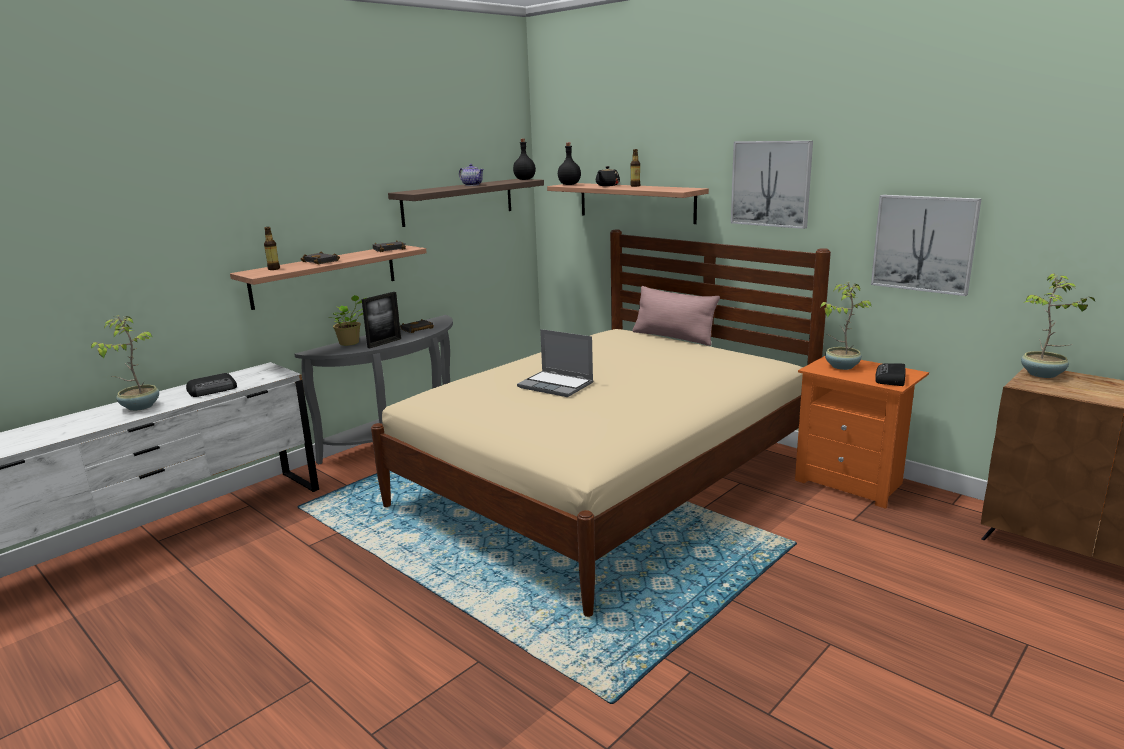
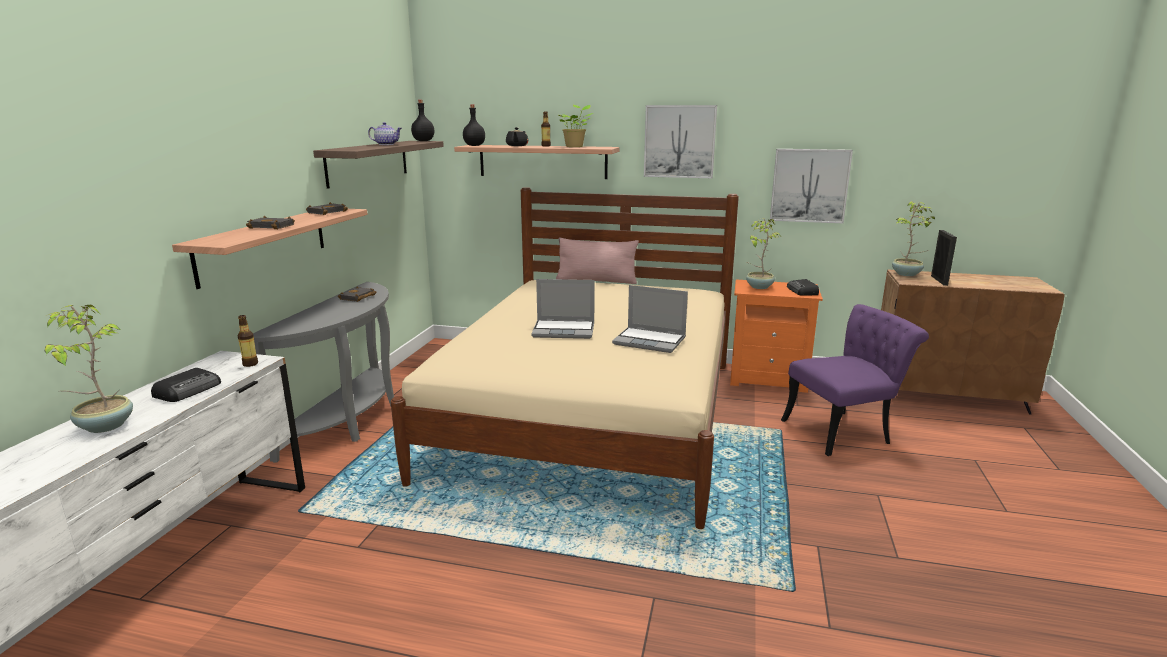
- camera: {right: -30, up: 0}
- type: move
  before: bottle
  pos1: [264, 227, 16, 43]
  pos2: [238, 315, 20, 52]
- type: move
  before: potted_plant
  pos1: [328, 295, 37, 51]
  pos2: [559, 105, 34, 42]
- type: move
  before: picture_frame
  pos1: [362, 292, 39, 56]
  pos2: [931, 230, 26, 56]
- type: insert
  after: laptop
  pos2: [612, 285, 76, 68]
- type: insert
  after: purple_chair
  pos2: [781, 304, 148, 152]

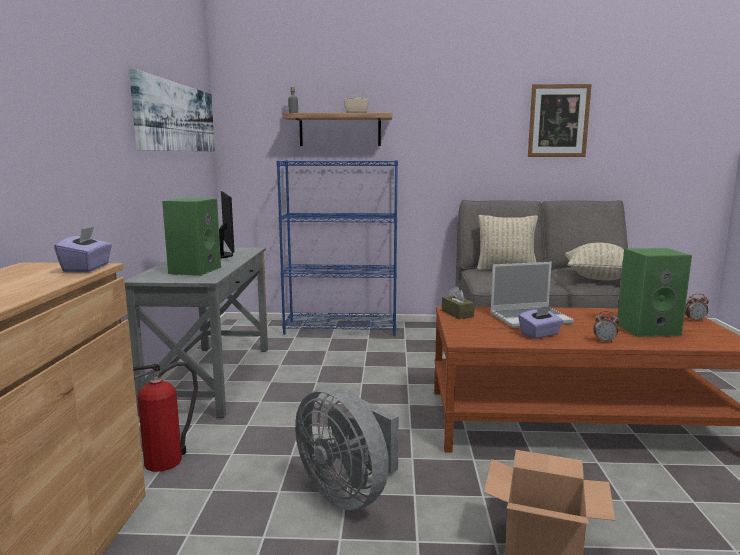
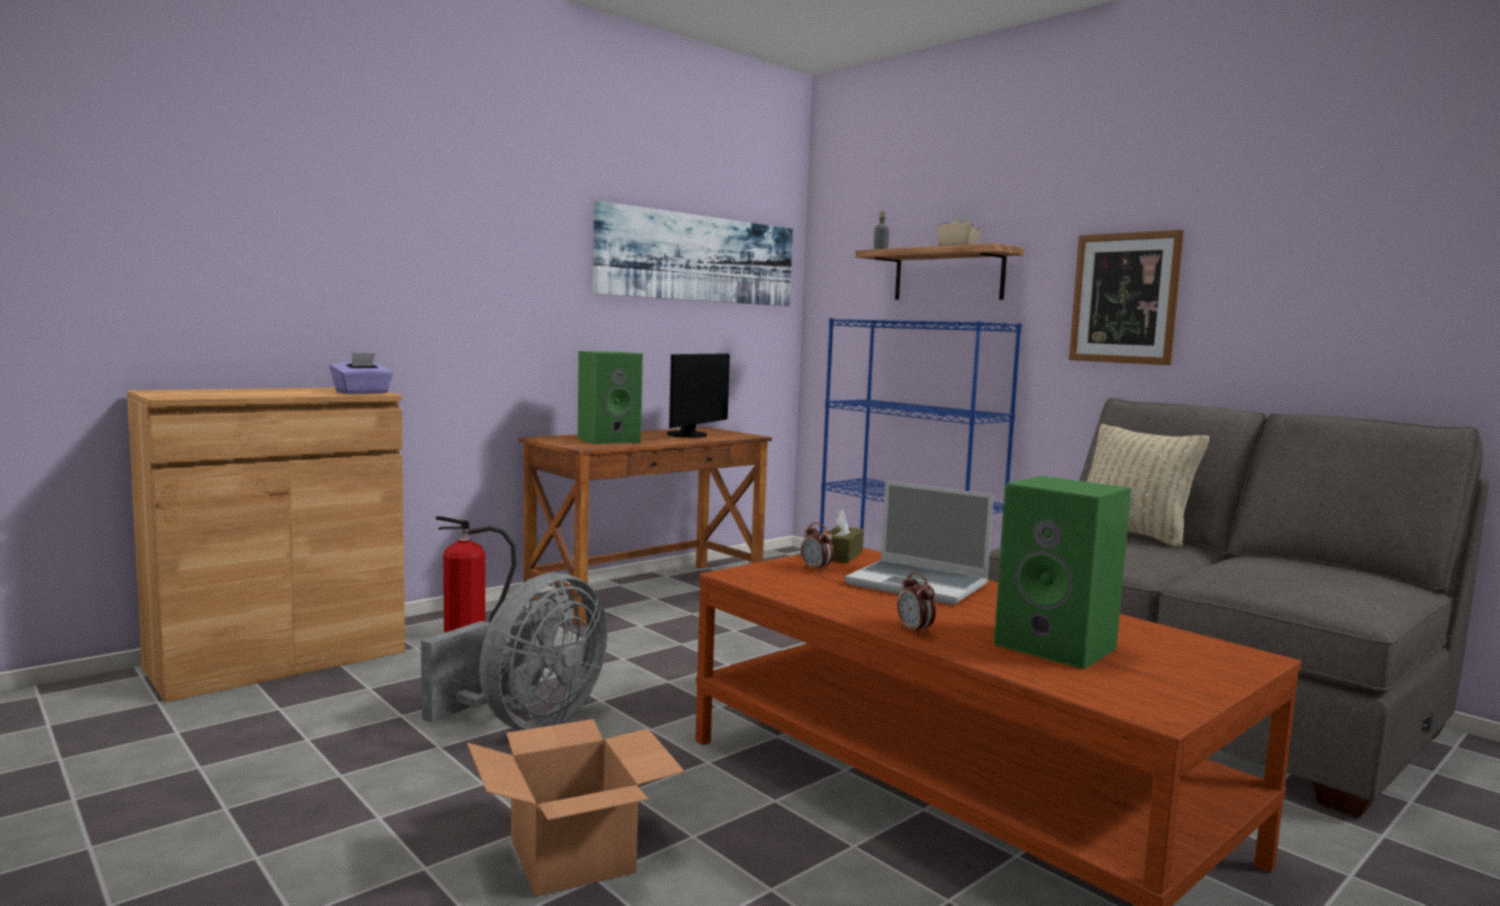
- camera: {right: 45, up: -5}
- type: recolor
  before: grey_desk
  after: brown_desk
  pos1: [124, 247, 144, 171]
  pos2: [519, 427, 253, 198]
- type: rotate
  before: grey_fan
  pos1: [295, 385, 104, 125]
  pos2: [421, 573, 187, 157]
  turn: -150
- type: delete
  before: purple_tissue_box
  pos1: [518, 306, 45, 33]
- type: move
  before: picture
  pos1: [528, 84, 64, 73]
  pos2: [1069, 230, 115, 135]
- type: delete
  before: beige_pillow
  pos1: [565, 243, 59, 37]
- type: move
  before: alarm_clock
  pos1: [685, 294, 24, 28]
  pos2: [801, 522, 33, 50]

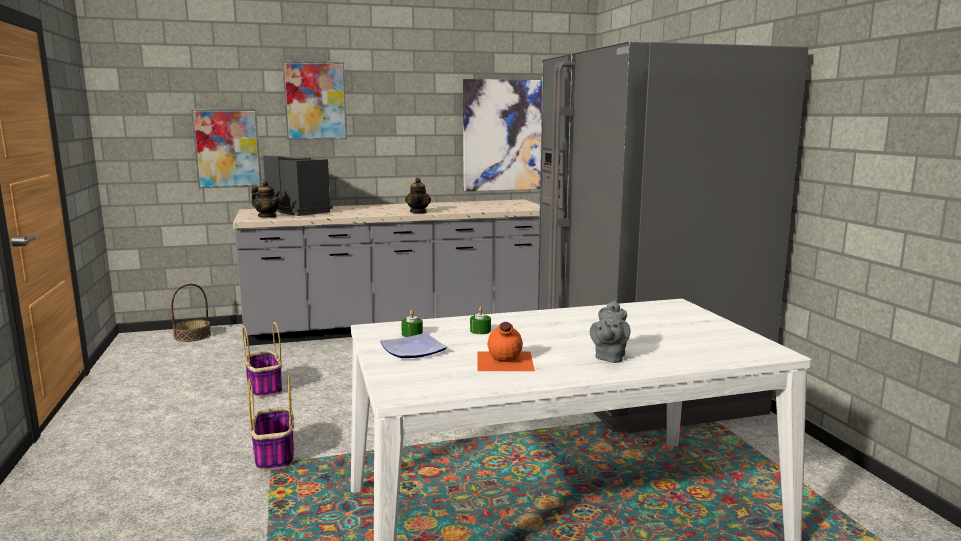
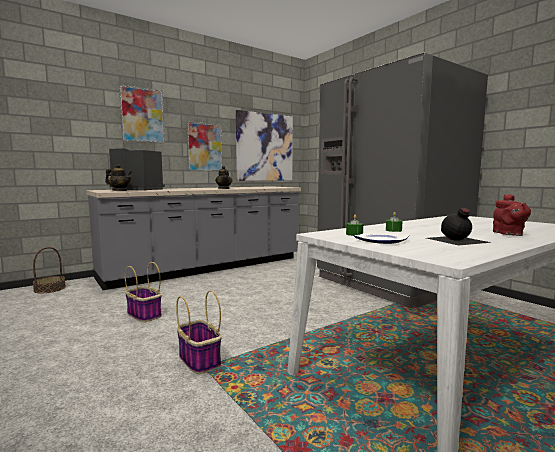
- camera: {right: -20, up: -5}
- type: move
  before: picture
  pos1: [191, 109, 71, 79]
  pos2: [186, 121, 37, 50]
- type: recolor
  before: orange_bottle
  after: black_bottle
  pos1: [477, 322, 58, 49]
  pos2: [427, 208, 65, 38]
- type: recolor
  before: grey_teapot
  after: red_teapot
  pos1: [590, 300, 40, 63]
  pos2: [493, 194, 38, 42]

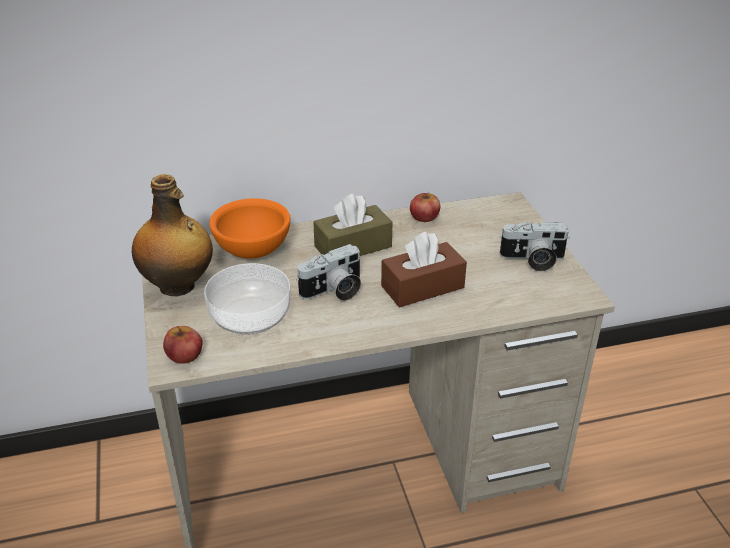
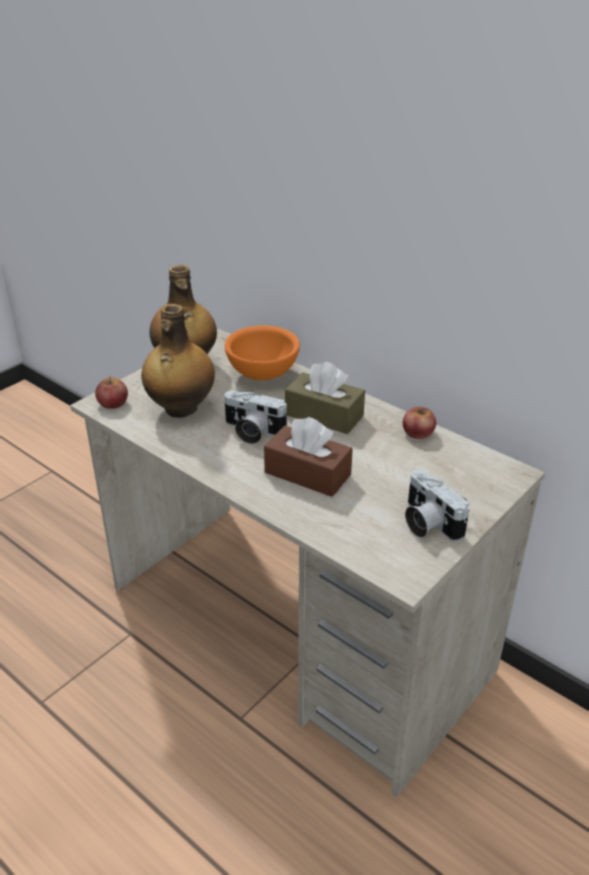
- camera: {right: 55, up: 0}
- type: replace
  before: bowl
  after: bottle
  pos1: [204, 263, 87, 72]
  pos2: [141, 304, 74, 114]

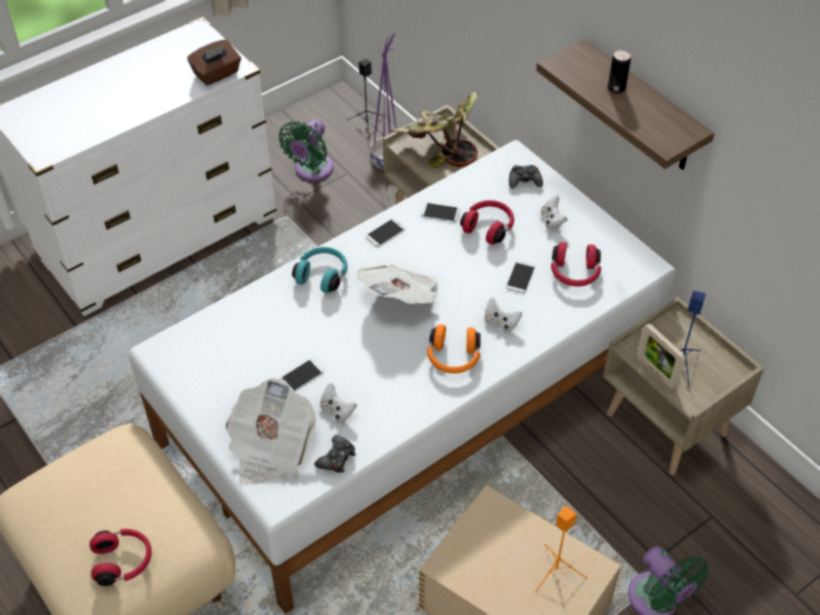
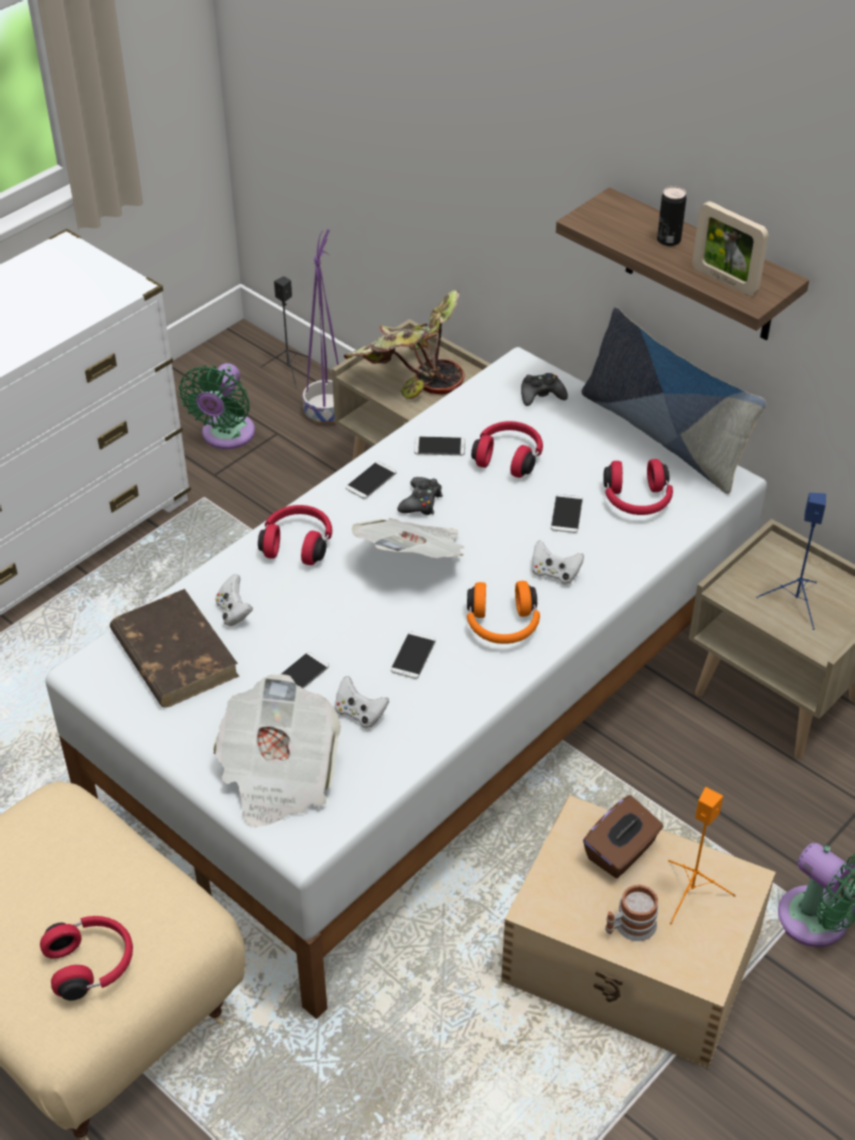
- camera: {right: -10, up: -5}
- type: move
  before: brown_tissue_box
  pos1: [187, 40, 54, 46]
  pos2: [583, 795, 80, 83]
- type: recolor
  before: turquoise_headphones
  after: red_headphones
  pos1: [292, 247, 55, 46]
  pos2: [258, 505, 74, 60]
- type: move
  before: black_game_controller
  pos1: [315, 435, 41, 38]
  pos2: [397, 477, 46, 38]
- type: move
  before: white_game_controller
  pos1: [541, 195, 26, 34]
  pos2: [215, 574, 38, 52]
- type: move
  before: picture_frame
  pos1: [637, 324, 49, 66]
  pos2: [692, 201, 77, 95]
- type: insert
  after: brown_book
  pos2: [110, 589, 129, 119]
- type: insert
  after: phone
  pos2: [391, 632, 45, 47]
- type: insert
  after: pillow
  pos2: [582, 307, 184, 187]
- type: insert
  after: mug
  pos2: [605, 884, 54, 57]

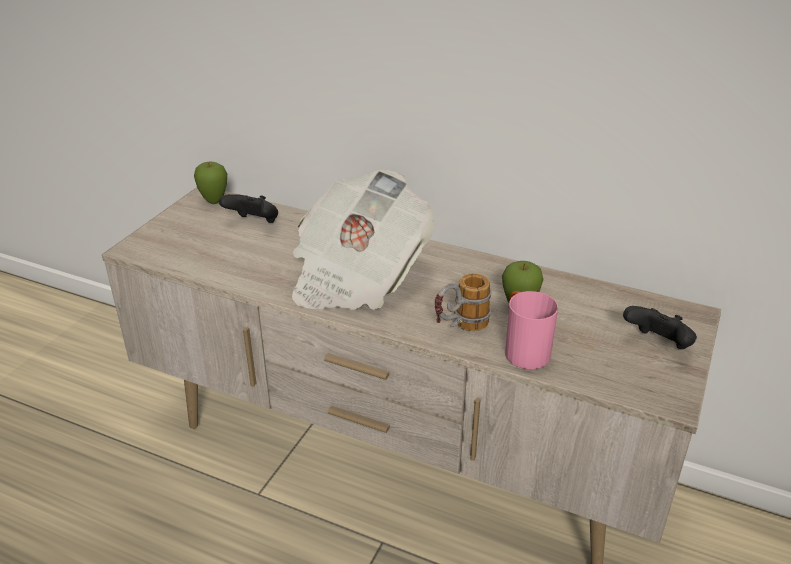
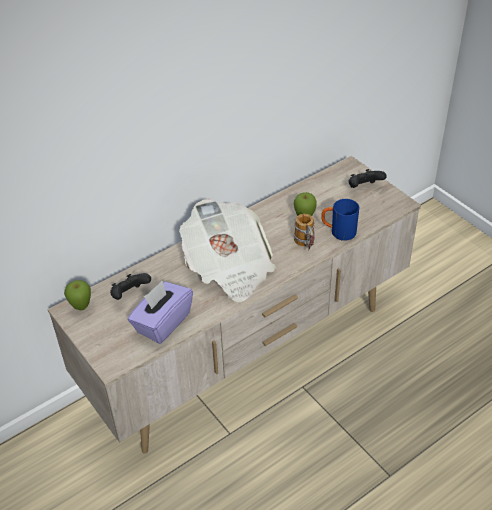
- camera: {right: -60, up: 10}
- type: recolor
  before: pink_mug
  after: blue_mug
  pos1: [505, 291, 53, 78]
  pos2: [321, 199, 38, 42]
- type: insert
  after: purple_tissue_box
  pos2: [128, 281, 65, 63]

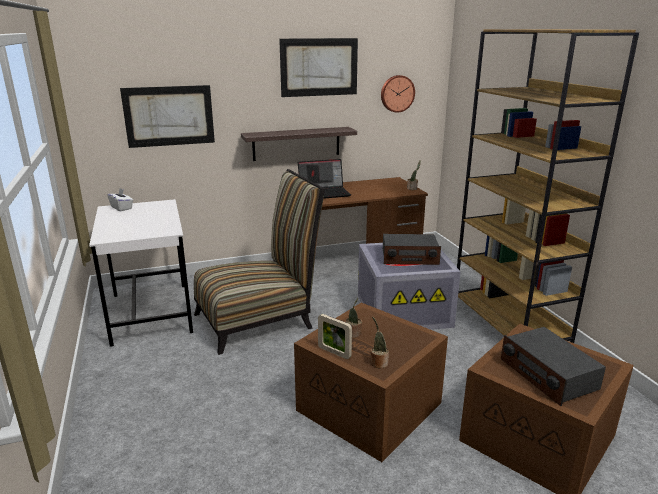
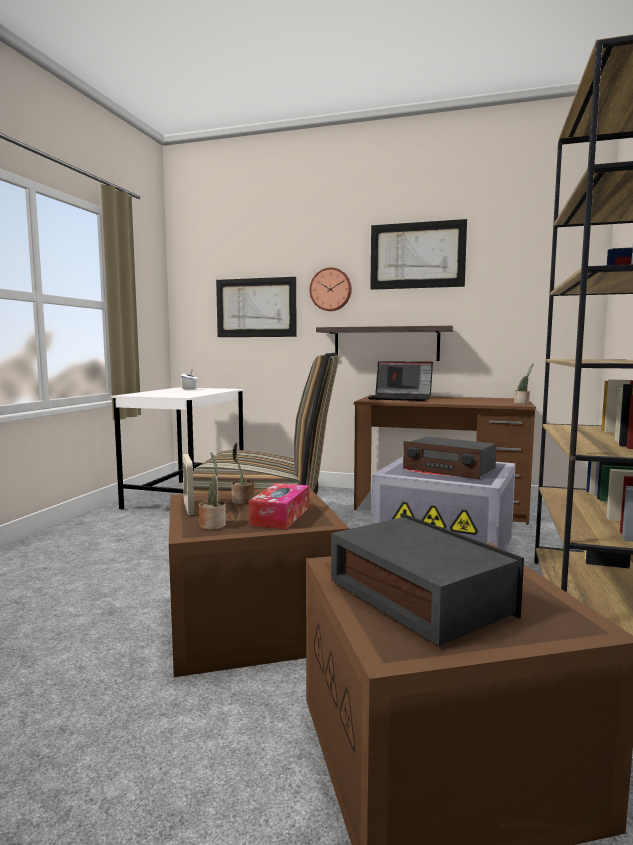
- camera: {right: 35, up: -15}
- type: move
  before: wall_clock
  pos1: [381, 75, 34, 38]
  pos2: [309, 267, 43, 44]
- type: rotate
  before: radio
  pos1: [501, 327, 105, 79]
  pos2: [331, 513, 193, 133]
  turn: 135
- type: insert
  after: tissue_box
  pos2: [249, 483, 60, 46]

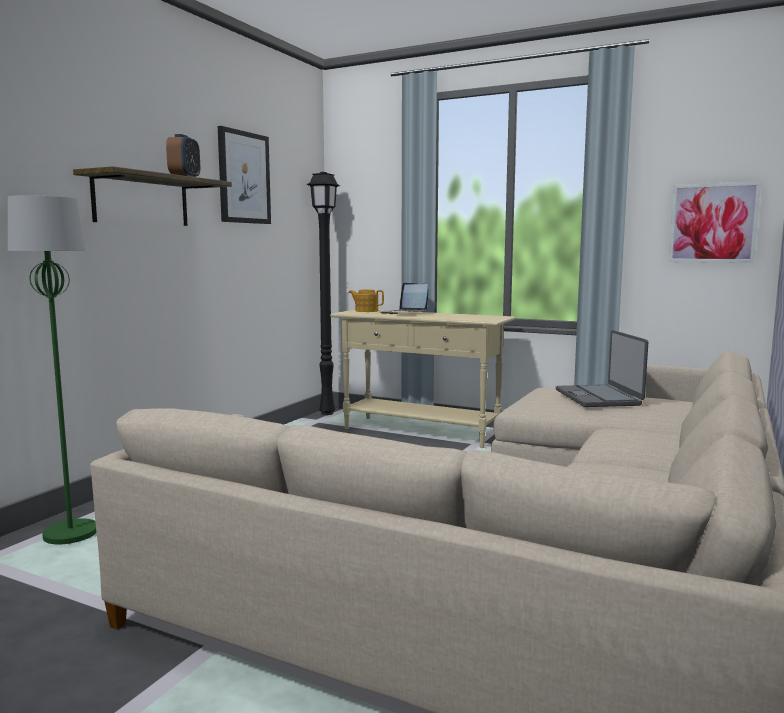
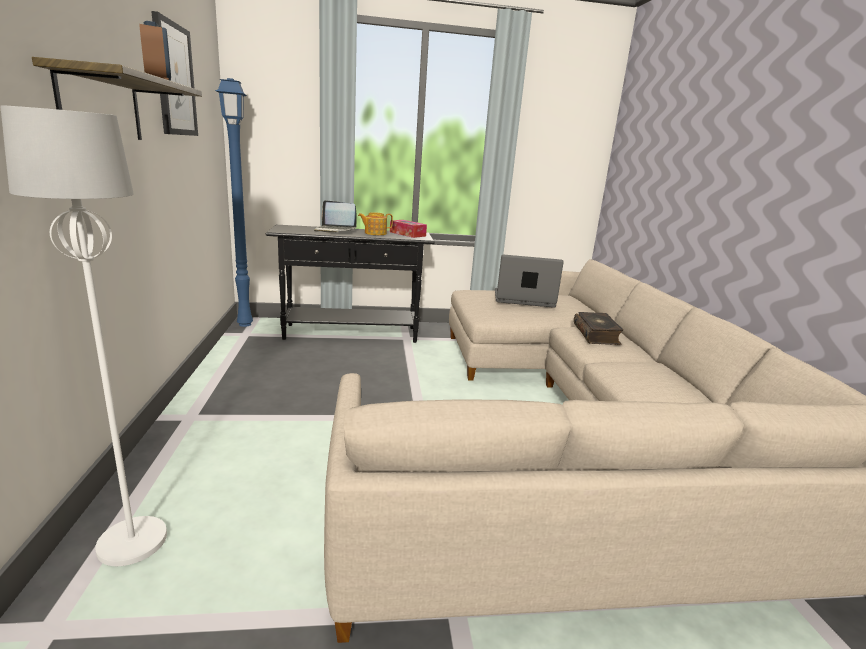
- camera: {right: -35, up: 10}
- type: recolor
  before: green_floor_lamp
  after: white_floor_lamp
  pos1: [8, 195, 88, 349]
  pos2: [0, 105, 167, 461]
- type: recolor
  before: black_floor_lamp
  after: blue_floor_lamp
  pos1: [306, 172, 34, 243]
  pos2: [215, 78, 38, 249]
- type: recolor
  before: beige_console_table
  after: black_console_table
  pos1: [330, 310, 185, 138]
  pos2: [266, 225, 169, 118]
- type: move
  before: teapot
  pos1: [348, 290, 36, 22]
  pos2: [358, 212, 35, 23]
- type: rotate
  before: laptop
  pos1: [556, 330, 92, 77]
  pos2: [495, 255, 69, 53]
  turn: 135
- type: delete
  before: picture
  pos1: [669, 182, 92, 81]
- type: insert
  after: tissue_box
  pos2: [390, 220, 37, 18]
- type: insert
  after: book
  pos2: [574, 312, 50, 33]

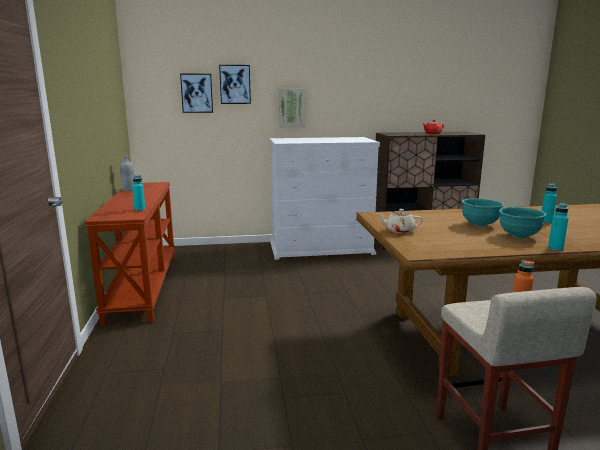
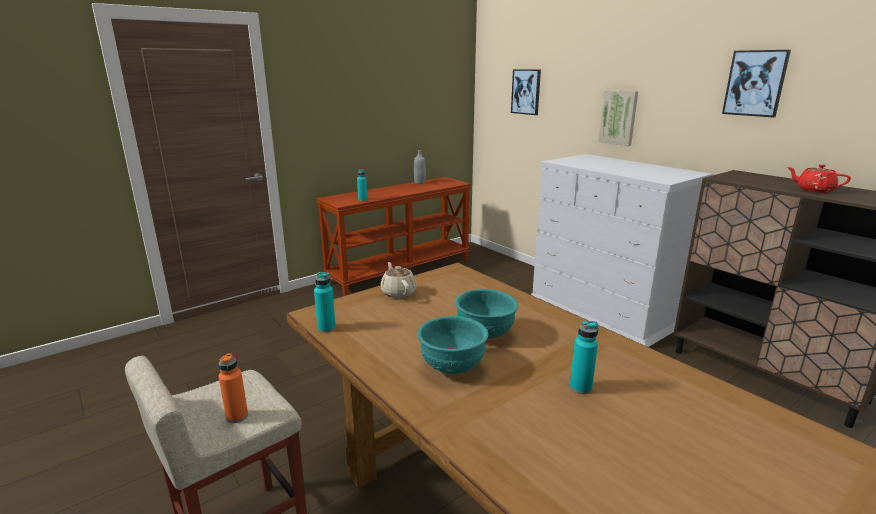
- camera: {right: 60, up: 5}
- type: move
  before: picture
  pos1: [219, 65, 32, 39]
  pos2: [722, 50, 69, 68]
- type: move
  before: turquoise_bottle
  pos1: [548, 203, 21, 48]
  pos2: [314, 272, 22, 60]

